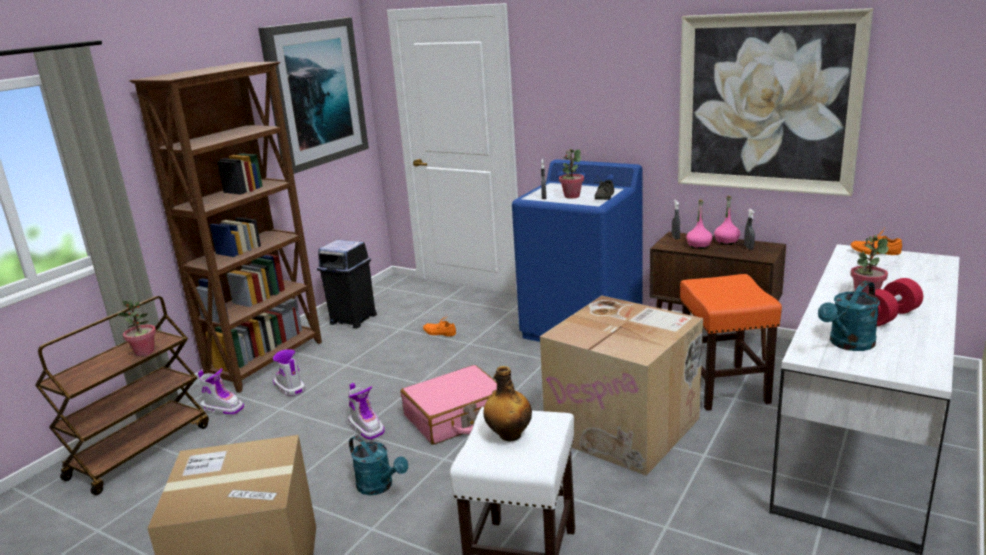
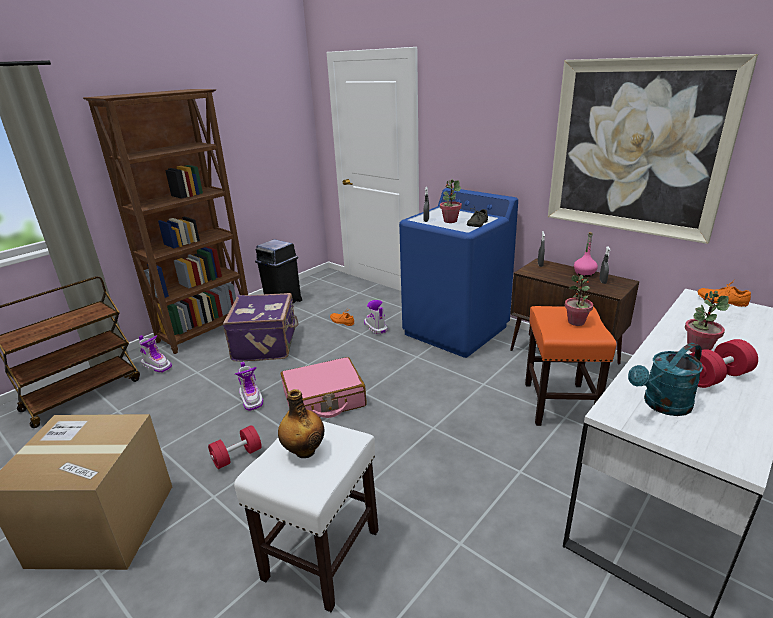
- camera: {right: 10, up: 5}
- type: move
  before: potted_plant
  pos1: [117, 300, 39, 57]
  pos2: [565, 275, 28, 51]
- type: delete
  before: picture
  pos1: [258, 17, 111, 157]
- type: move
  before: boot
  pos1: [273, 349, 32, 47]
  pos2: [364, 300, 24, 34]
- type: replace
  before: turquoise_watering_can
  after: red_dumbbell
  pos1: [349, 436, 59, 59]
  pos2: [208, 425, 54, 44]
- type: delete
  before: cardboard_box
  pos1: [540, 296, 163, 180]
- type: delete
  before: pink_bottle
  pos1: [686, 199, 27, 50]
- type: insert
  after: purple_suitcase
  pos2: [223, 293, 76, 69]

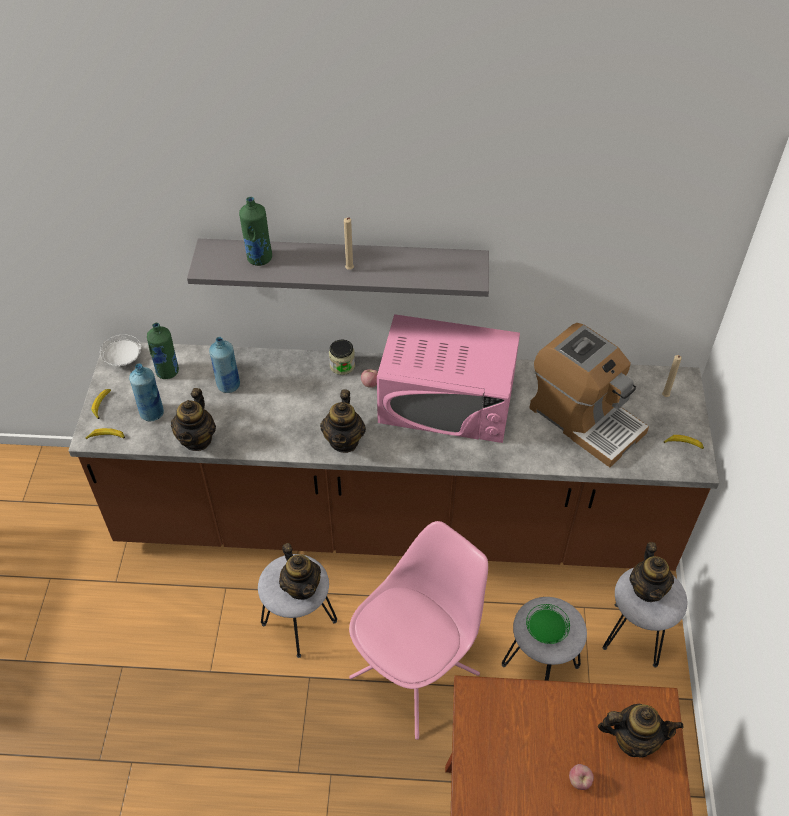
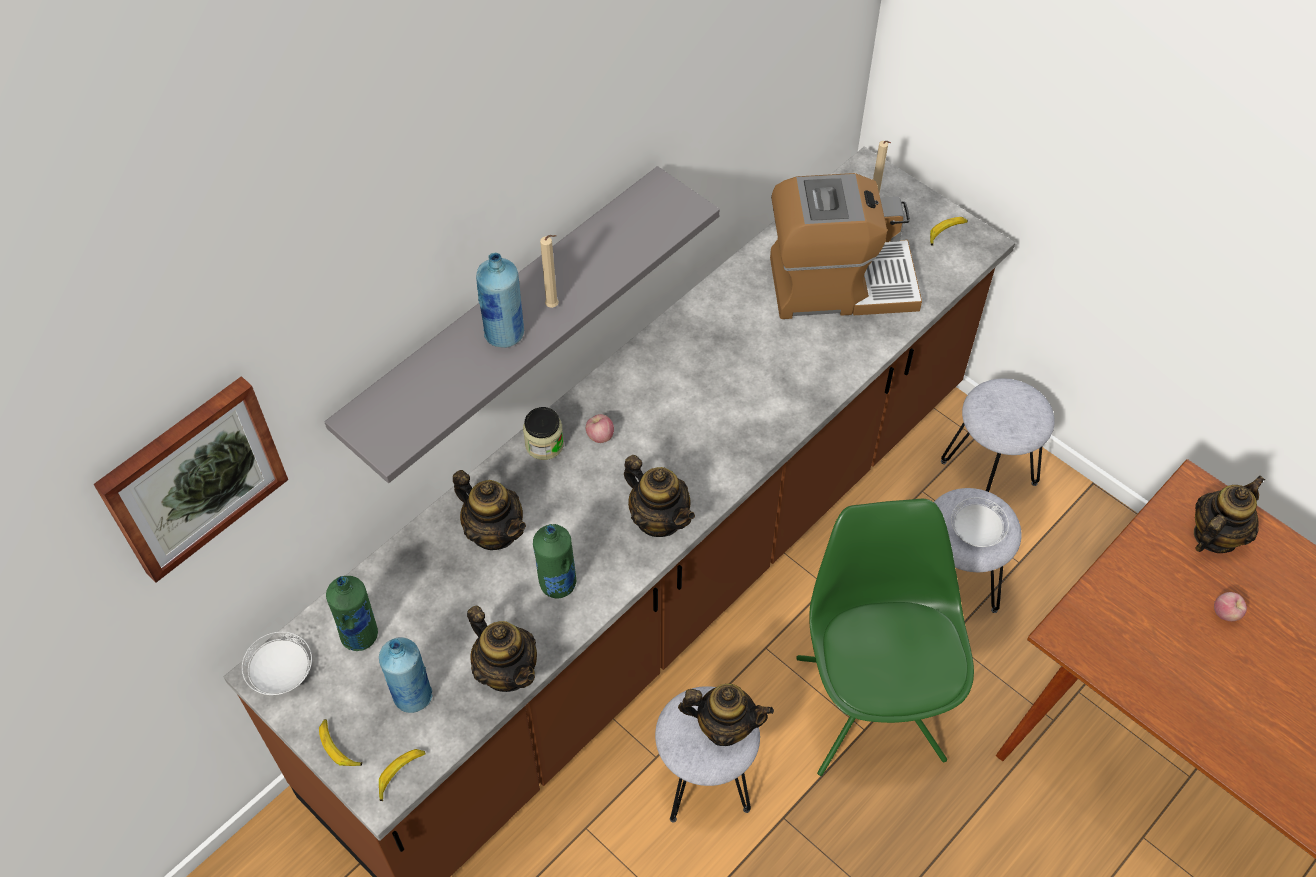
- camera: {right: -50, up: 5}
- type: move
  before: blue_bottle
  pos1: [209, 337, 31, 56]
  pos2: [476, 252, 48, 96]
- type: move
  before: green_bottle
  pos1: [239, 197, 33, 69]
  pos2: [533, 524, 43, 74]
- type: recolor
  before: pink_chair
  after: green_chair
  pos1: [349, 521, 139, 219]
  pos2: [796, 499, 178, 277]
- type: delete
  before: pink_microwave
  pos1: [377, 314, 143, 129]
- type: recolor
  before: green_plate
  after: white_plate
  pos1: [526, 604, 44, 40]
  pos2: [951, 497, 58, 50]
- type: move
  before: teapot
  pos1: [629, 542, 45, 60]
  pos2: [453, 470, 73, 80]
- type: insert
  after: picture
  pos2: [93, 376, 195, 207]

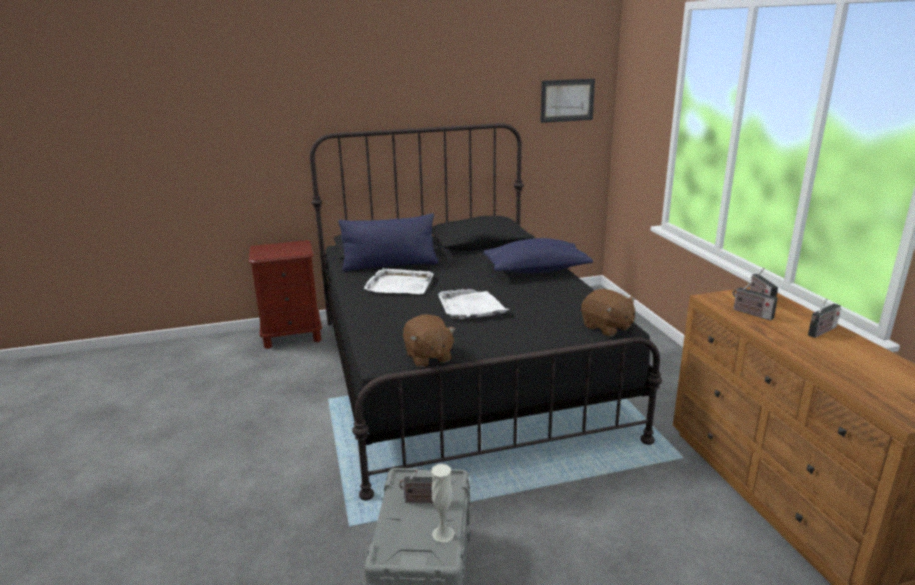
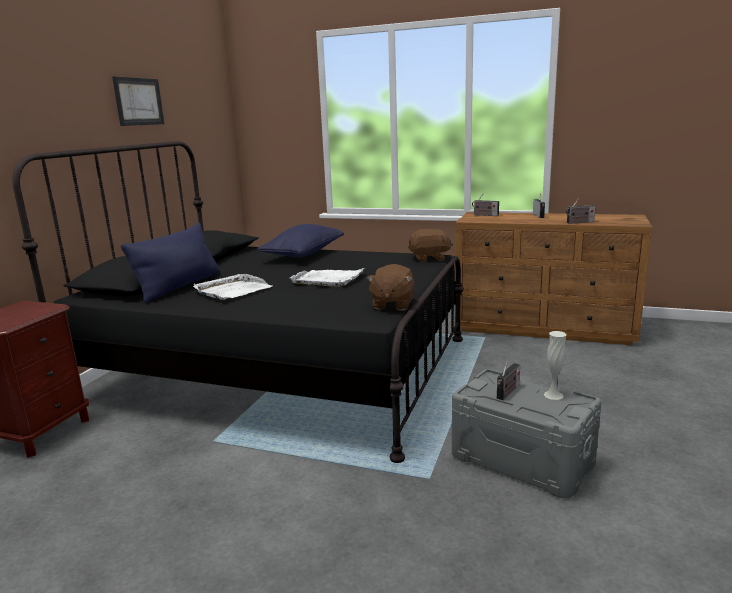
- camera: {right: -55, up: -5}
- type: rotate
  before: brown_plush_toy
  pos1: [403, 315, 53, 53]
  pos2: [367, 264, 47, 46]
  turn: 90
- type: move
  before: picture
  pos1: [540, 79, 55, 44]
  pos2: [112, 77, 52, 49]
- type: move
  before: radio
  pos1: [733, 280, 45, 41]
  pos2: [565, 198, 31, 26]

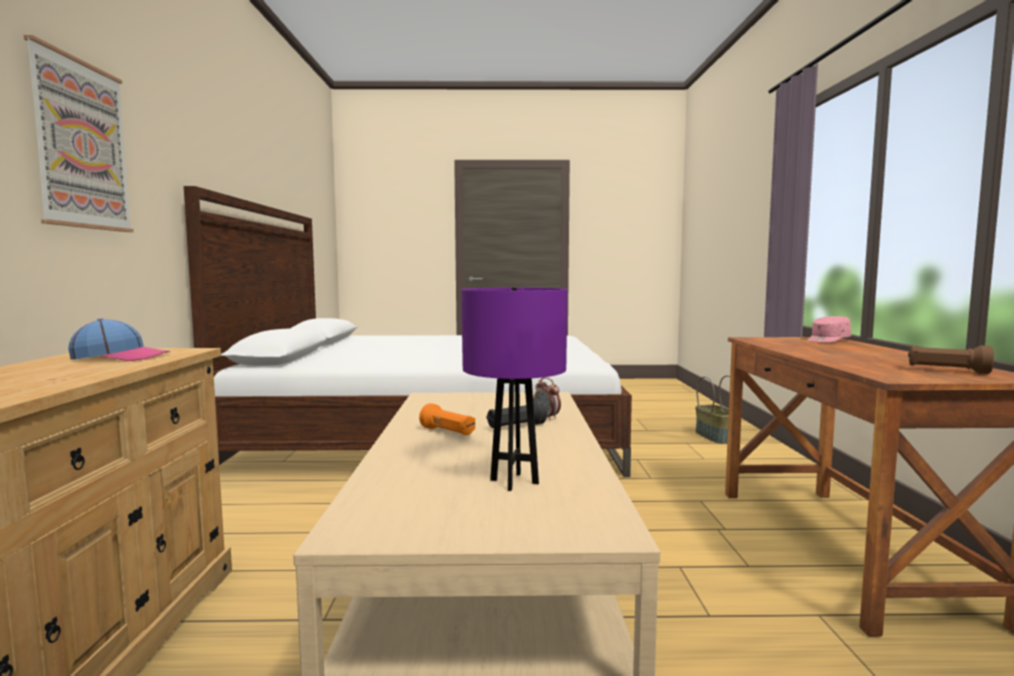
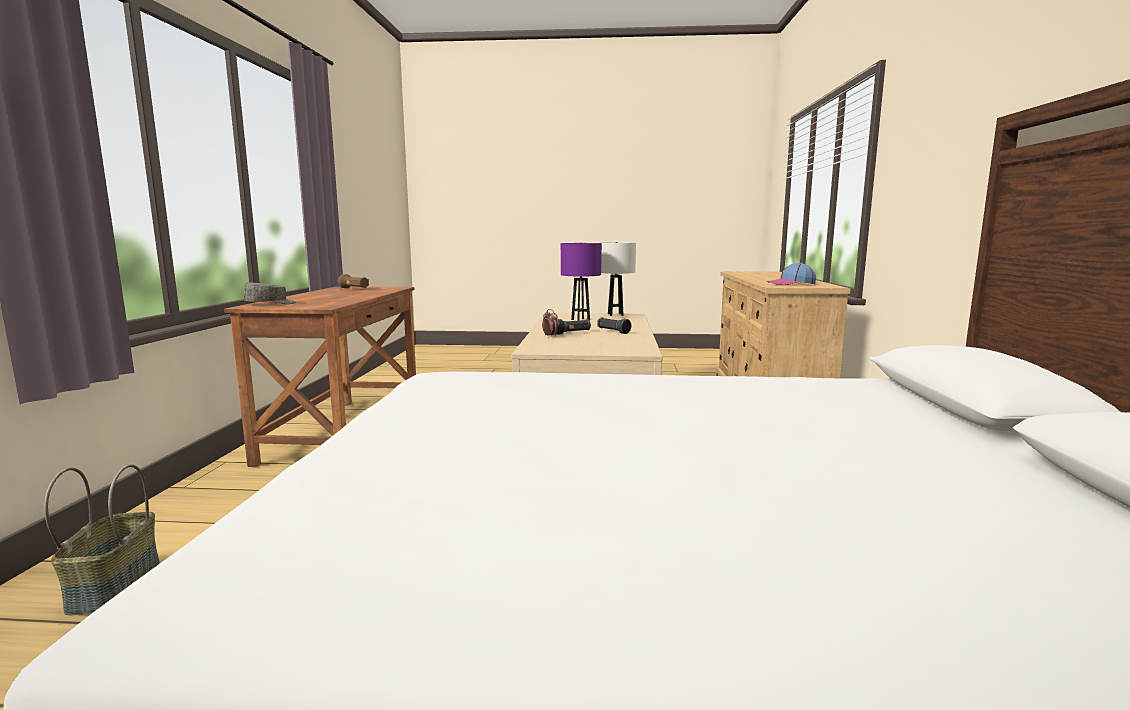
- camera: {right: -175, up: 5}
- type: delete
  before: picture
  pos1: [24, 35, 110, 197]
- type: recolor
  before: orange_flashlight
  after: black_flashlight
  pos1: [419, 403, 56, 32]
  pos2: [597, 317, 34, 17]
- type: recolor
  before: pink_cap
  after: grey_cap
  pos1: [808, 316, 43, 27]
  pos2: [244, 283, 52, 21]
- type: insert
  after: white_table_lamp
  pos2: [598, 242, 38, 74]

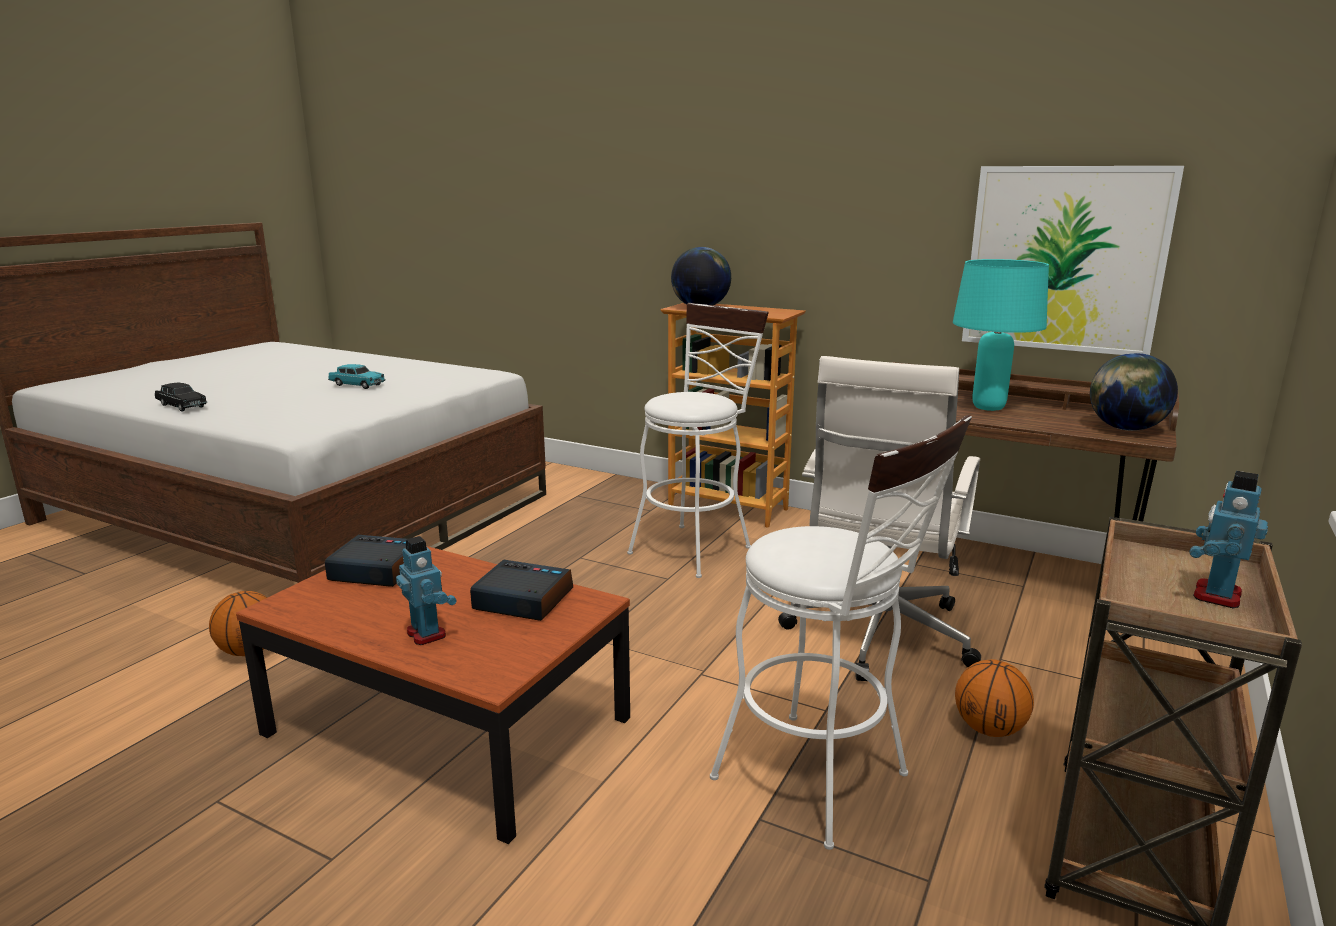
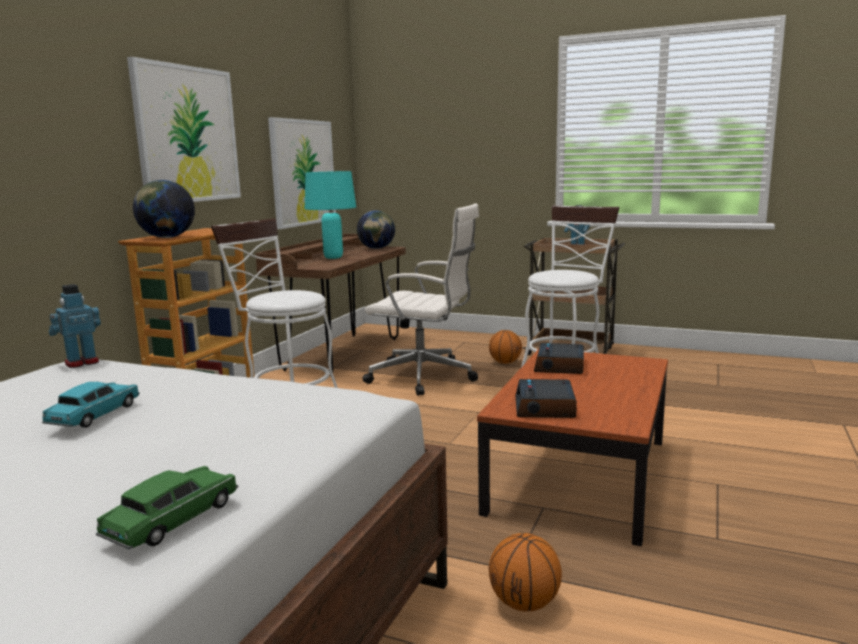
- camera: {right: -95, up: -5}
- type: recolor
  before: black_toy_car
  after: green_toy_car
  pos1: [155, 382, 52, 30]
  pos2: [96, 466, 142, 83]
- type: move
  before: toy_robot
  pos1: [396, 536, 61, 109]
  pos2: [49, 284, 52, 84]
- type: insert
  after: picture
  pos2: [127, 57, 114, 145]

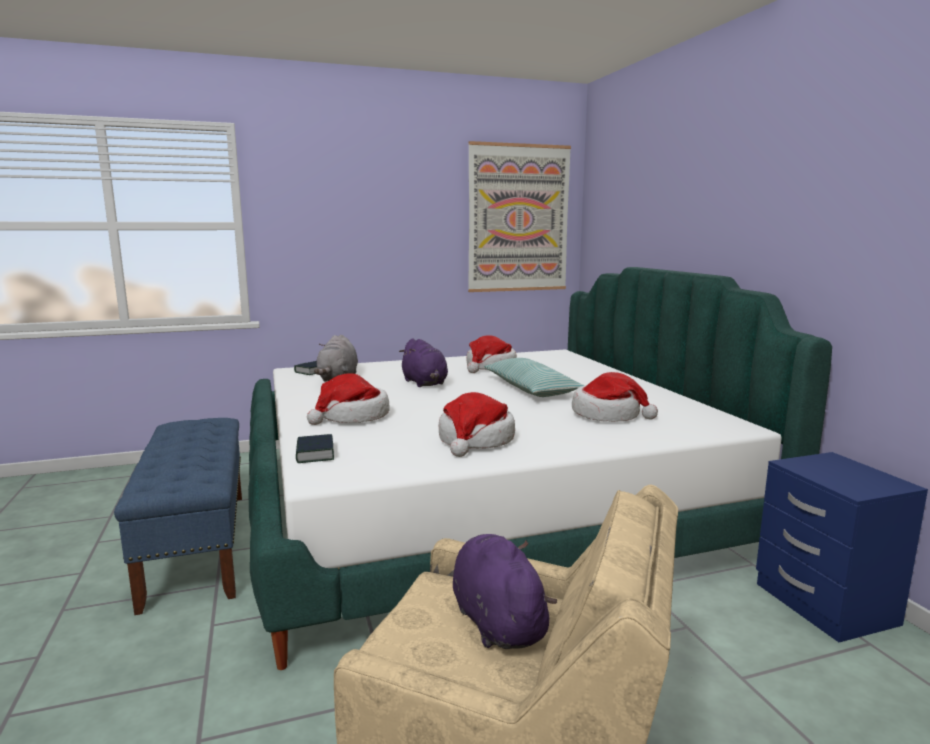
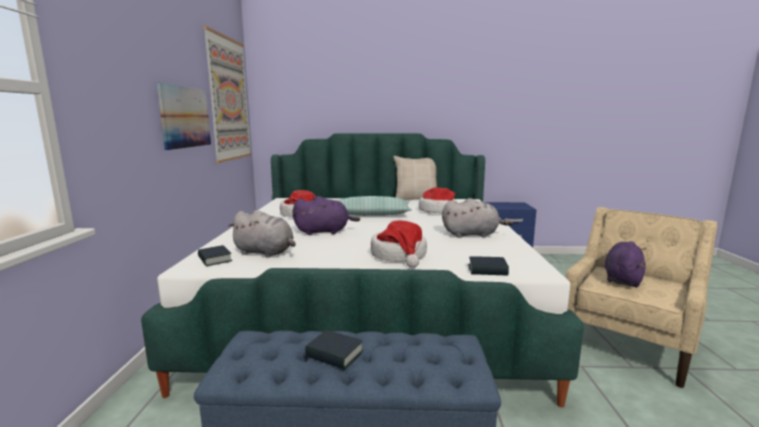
- camera: {right: -70, up: 0}
- type: replace
  before: hat
  after: grey_plush_toy
  pos1: [438, 392, 77, 65]
  pos2: [442, 198, 71, 40]
- type: rotate
  before: purple_plush_toy
  pos1: [453, 534, 104, 115]
  pos2: [605, 241, 42, 47]
  turn: 120
- type: insert
  after: picture
  pos2: [157, 83, 54, 67]
- type: insert
  after: book
  pos2: [305, 330, 58, 39]
- type: insert
  after: beige_pillow
  pos2: [393, 156, 44, 44]

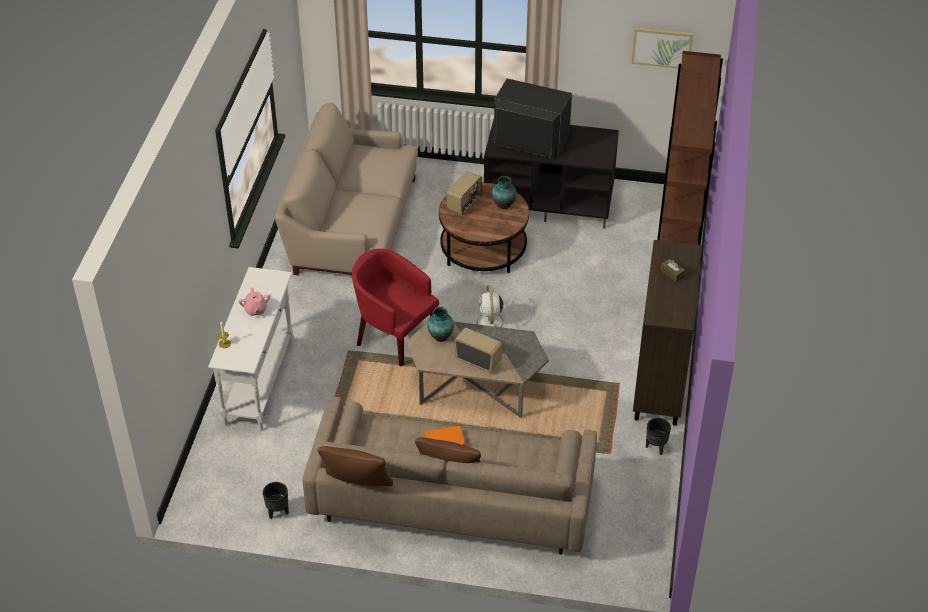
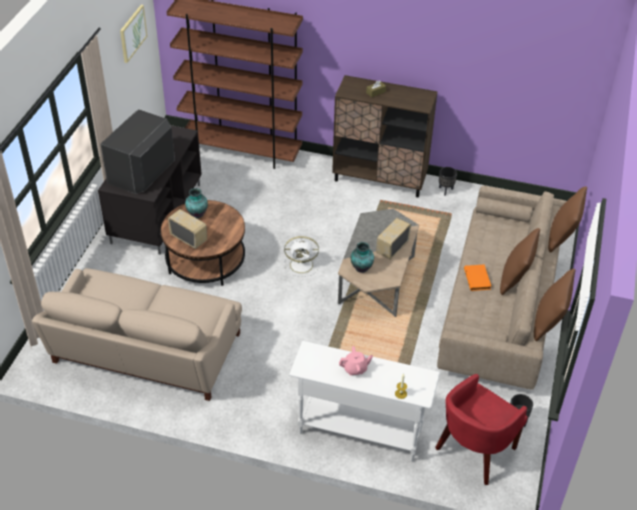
- camera: {right: -85, up: 0}
- type: move
  before: red_armchair
  pos1: [352, 249, 87, 117]
  pos2: [435, 374, 93, 111]
- type: insert
  after: brown_pillow
  pos2: [548, 186, 39, 67]

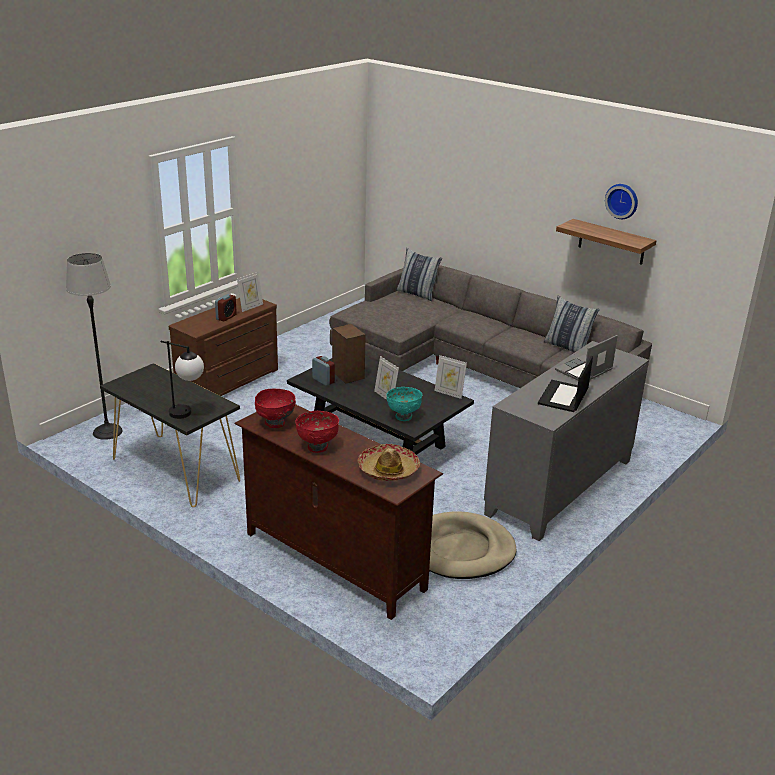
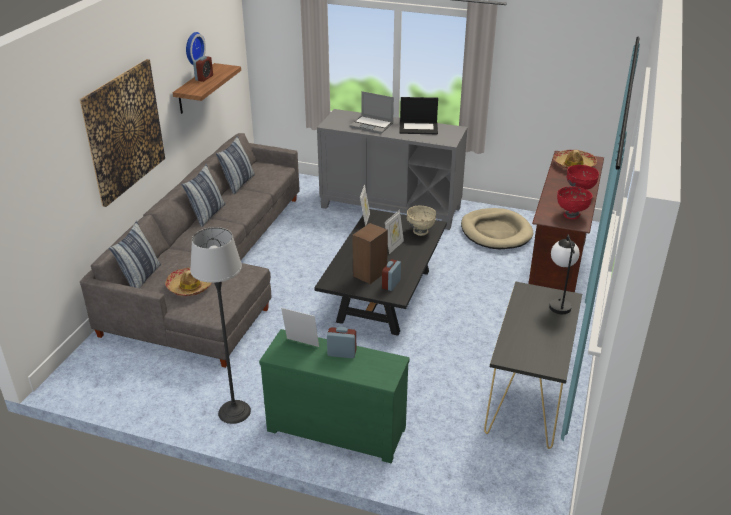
- camera: {right: -110, up: 5}
- type: move
  before: floor_lamp
  pos1: [66, 253, 57, 187]
  pos2: [190, 227, 61, 197]
- type: recolor
  before: brown_dresser
  after: green_dresser
  pos1: [169, 298, 109, 98]
  pos2: [259, 329, 151, 134]
- type: recolor
  before: turquoise_bowl
  after: beige_bowl
  pos1: [386, 387, 36, 34]
  pos2: [407, 206, 29, 30]
- type: insert
  after: picture
  pos2: [79, 59, 86, 148]
- type: insert
  after: hat
  pos2: [165, 267, 47, 29]
- type: insert
  after: pillow
  pos2: [182, 164, 43, 63]
- type: insert
  after: alarm_clock
  pos2: [193, 56, 20, 26]

